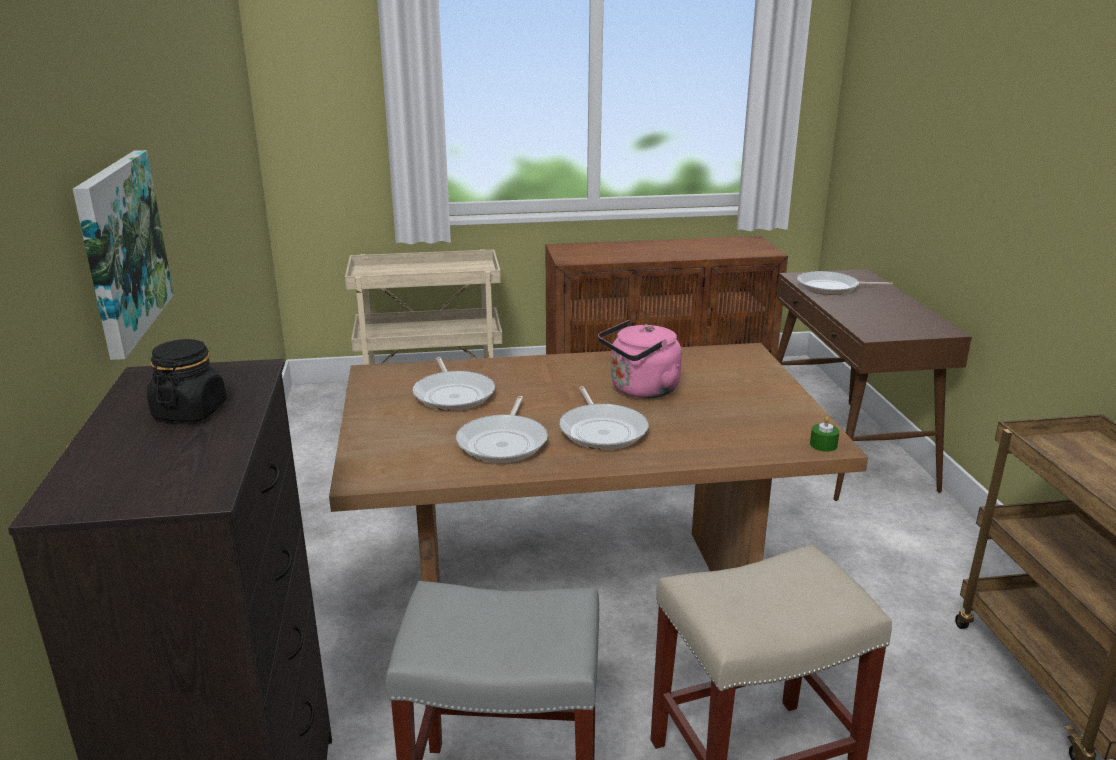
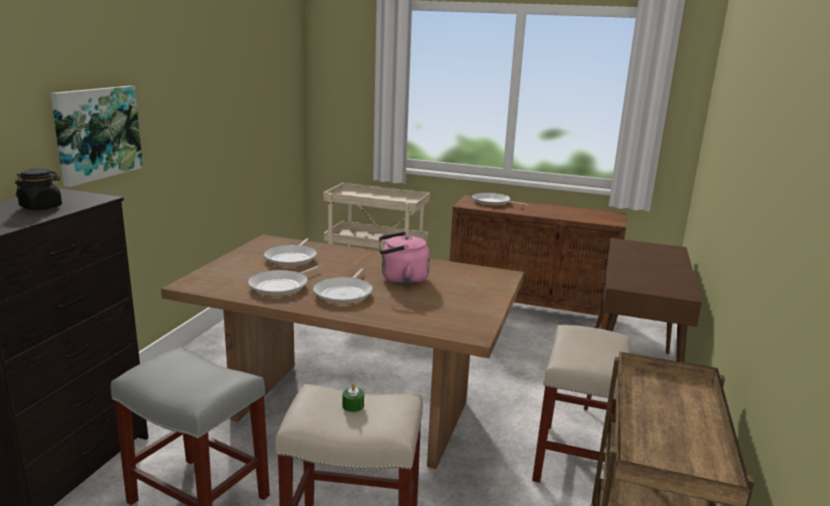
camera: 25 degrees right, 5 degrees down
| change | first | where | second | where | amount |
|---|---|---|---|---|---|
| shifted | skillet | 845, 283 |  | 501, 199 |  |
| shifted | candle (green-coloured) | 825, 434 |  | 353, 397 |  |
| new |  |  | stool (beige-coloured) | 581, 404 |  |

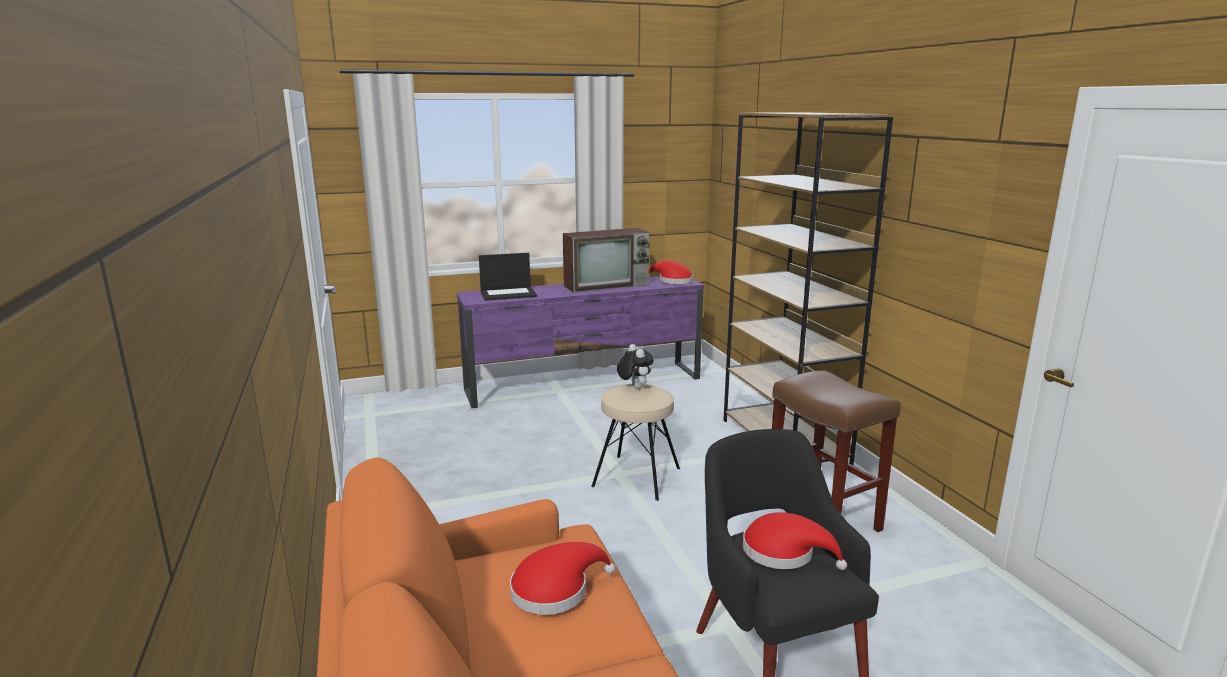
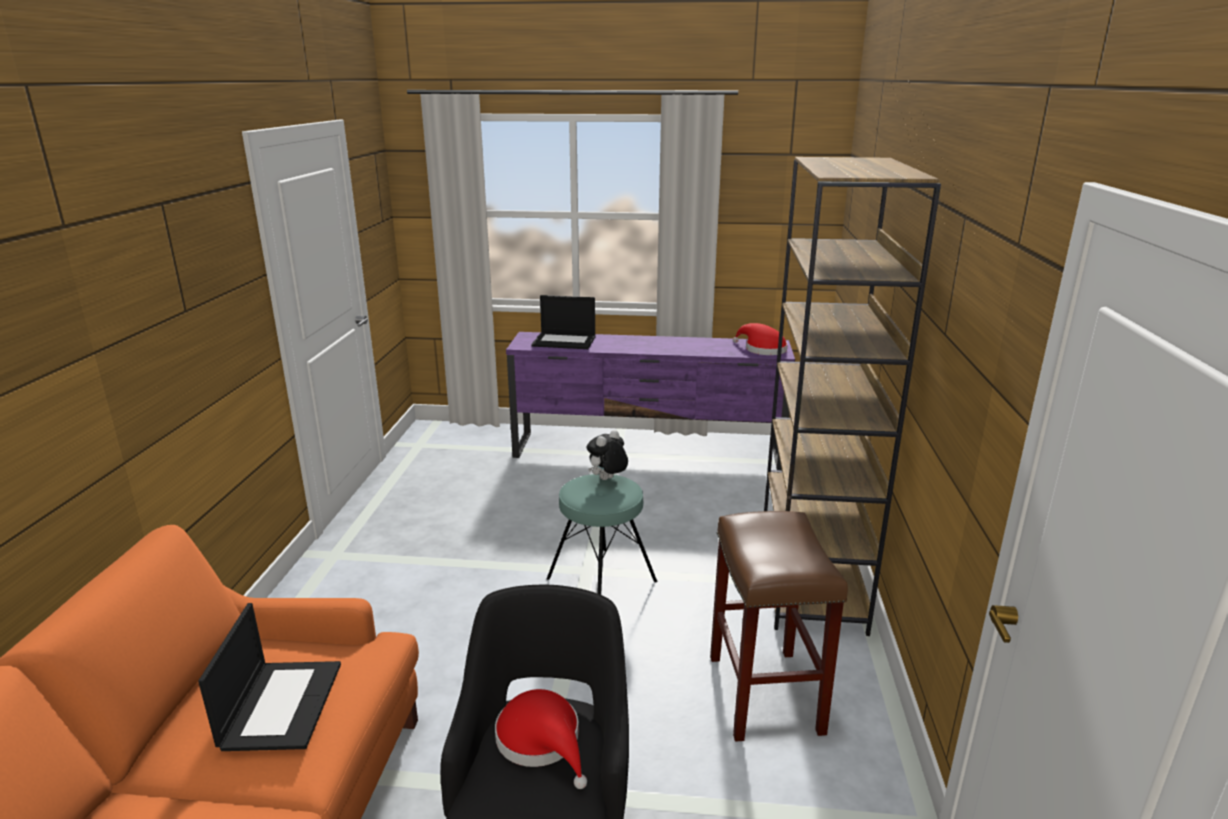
camera: 25 degrees right, 5 degrees up
| change | first | where | second | where | amount |
|---|---|---|---|---|---|
| gone | TV | 606, 260 |  |  |  |
| rotated | plush toy | 635, 366 |  | 607, 455 | 135 degrees counterclockwise |
| repainted | stool (beige-coloured) | 635, 442 | stool (turquoise-coloured) | 601, 534 |  |
| swapped | clothing hat (red) | 562, 578 | portable computer | 269, 677 |  |

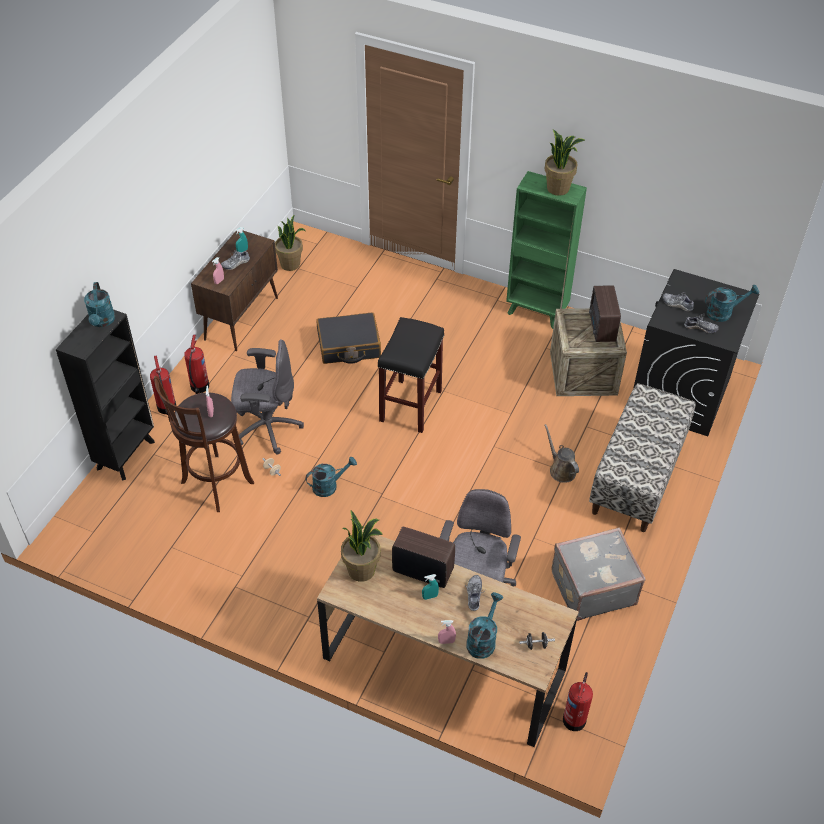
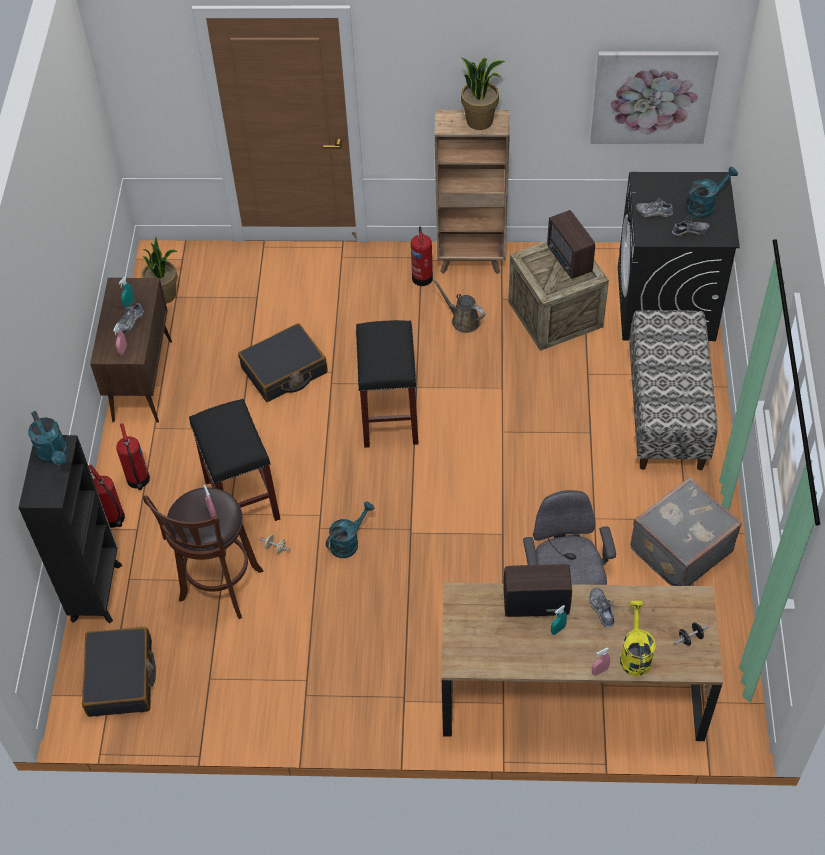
camera: 20 degrees left, 5 degrees up
| change | first | where | second | where | amount |
|---|---|---|---|---|---|
| repainted | bookshelf (green-coloured) | 546, 250 | bookshelf (brown-coloured) | 472, 192 |  |
| swapped | desk chair (greyish) | 267, 396 | stool (blackish) | 234, 460 |  |
| shifted | watering can (brown-coloured) | 562, 453 |  | 458, 305 |  |
| gone | plant in a pot | 362, 546 |  |  |  |
| repainted | watering can (turquoise-coloured) | 484, 625 | watering can (yellow-coloured) | 638, 638 |  |
| shifted | fire-fighting cylinder | 578, 701 |  | 422, 256 |  |
| new |  |  | wall art | 654, 97 |  |
| new |  |  | travel case (blackish) | 119, 672 |  |

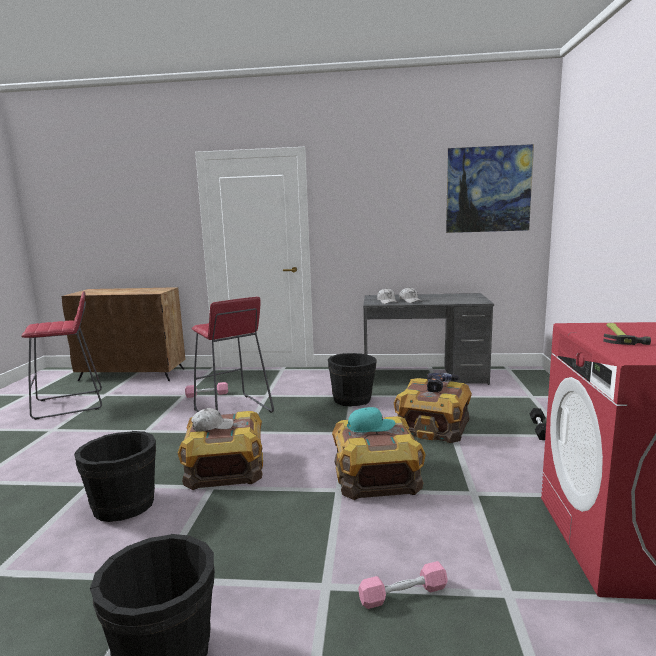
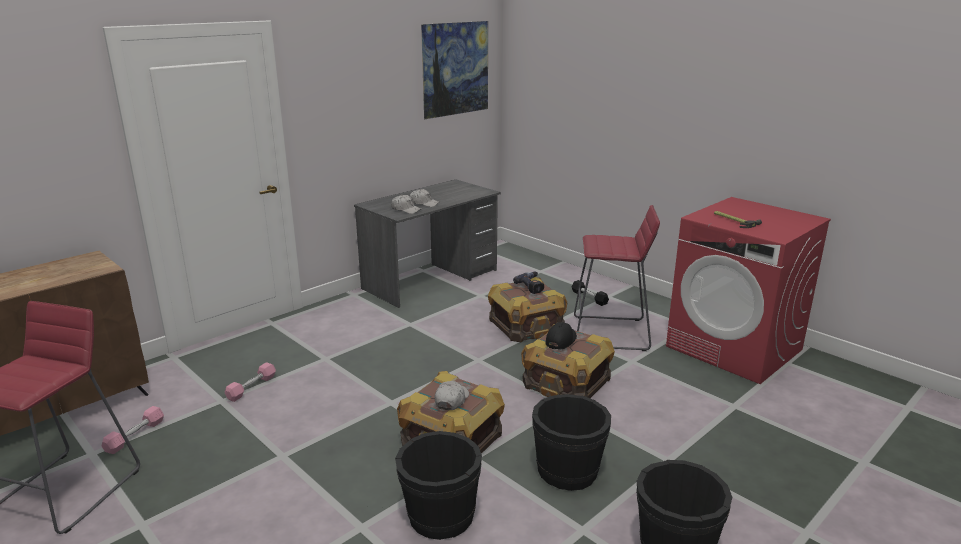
camera: 50 degrees left, 10 degrees up
| change | first | where | second | where | amount |
|---|---|---|---|---|---|
| shifted | stool (red) | 232, 355 |  | 617, 278 |  |
| shifted | water bucket (blackish) | 352, 379 |  | 571, 442 |  |
| repainted | cap (turquoise-coloured) | 371, 420 | cap (blackish) | 561, 336 |  |
| shifted | dumbbell (pink-coloured) | 403, 585 |  | 133, 430 |  |

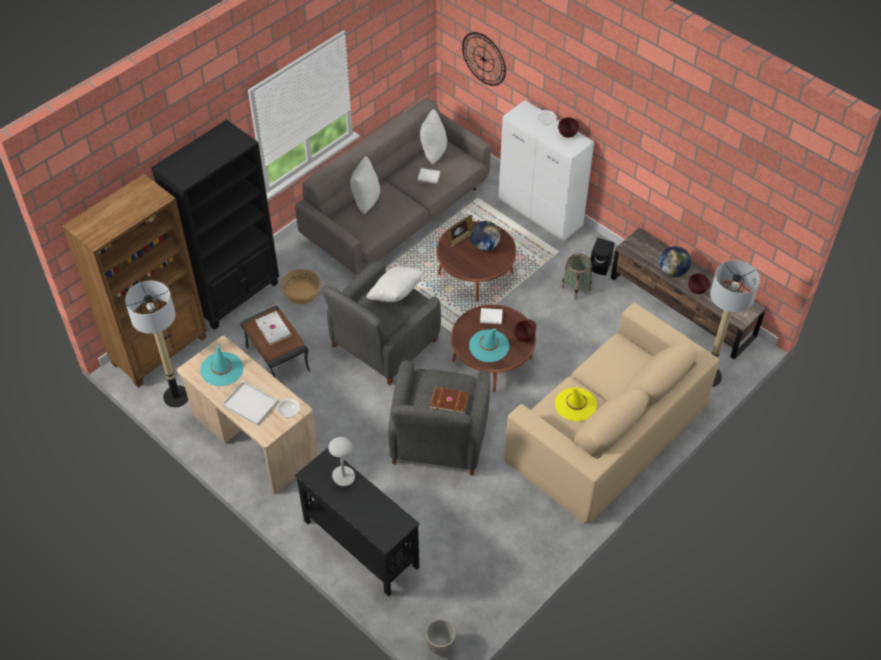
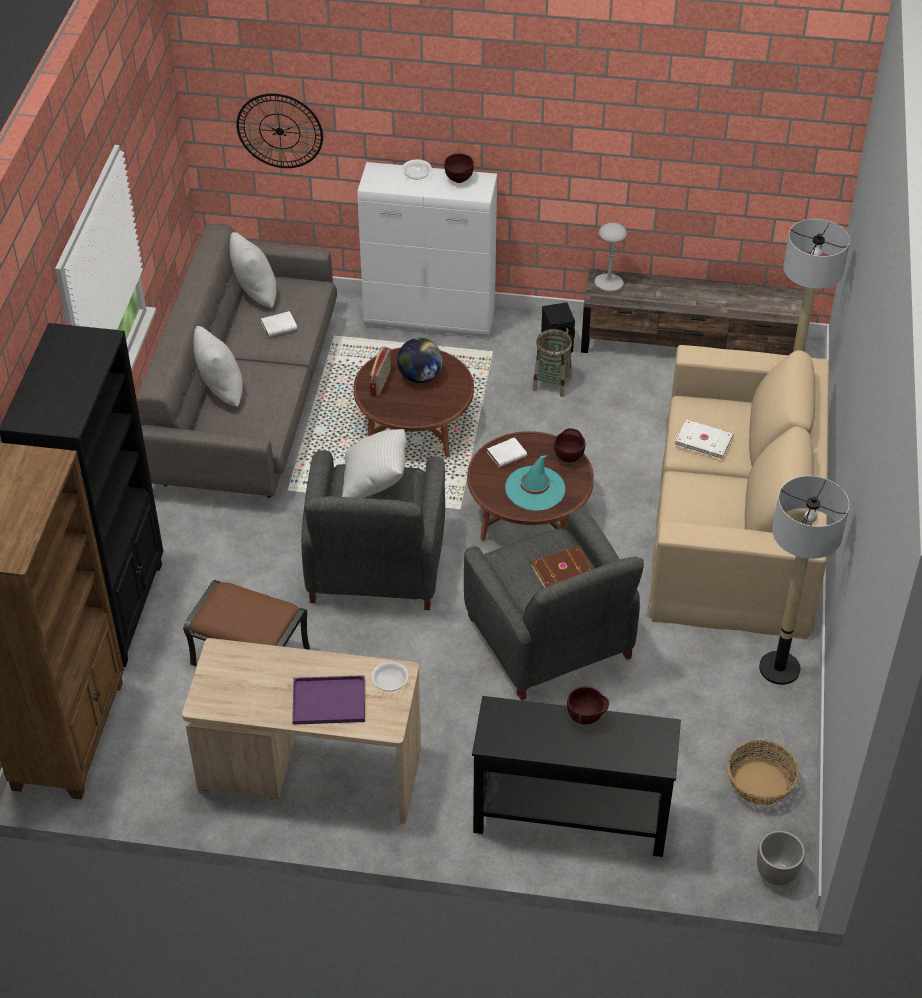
camera: 35 degrees left, 5 degrees down
| change | first | where | second | where | amount |
|---|---|---|---|---|---|
| swapped | standing frame | 460, 231 | radio receiver | 380, 372 |  |
| gone | world globe | 675, 261 |  |  |  |
| shifted | basket | 301, 286 |  | 763, 773 |  |
| shifted | serving bowl (brown-coloured) | 699, 283 |  | 588, 705 |  |
| shifted | floor lamp | 156, 344 |  | 804, 580 |  |
| shifted | book (whitish) | 273, 328 |  | 704, 439 |  |
| gone | clothing hat (turquoise-coloured) | 222, 365 |  |  |  |
| repainted | tray (whitish) | 250, 403 | tray (purple) | 328, 700 |  |
| gone | clothing hat (yellow-coloured) | 576, 404 |  |  |  |
| shifted | table lamp (greyish) | 341, 462 |  | 611, 257 |  |

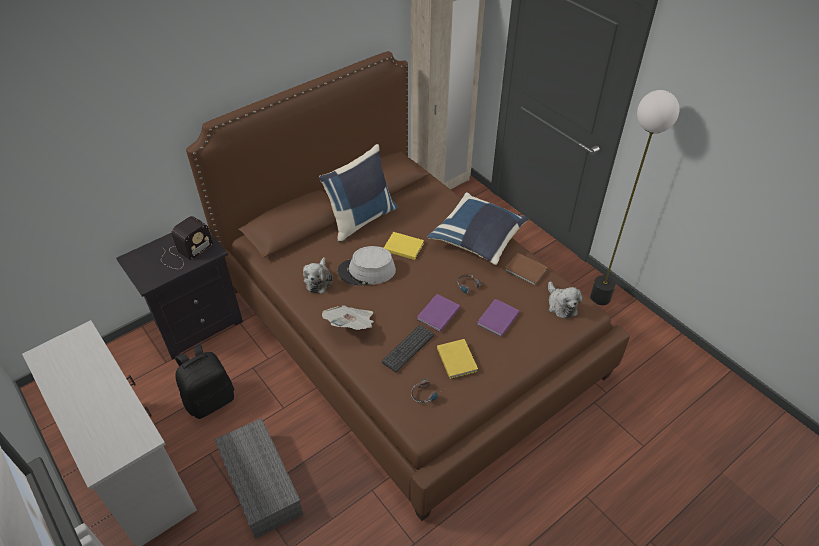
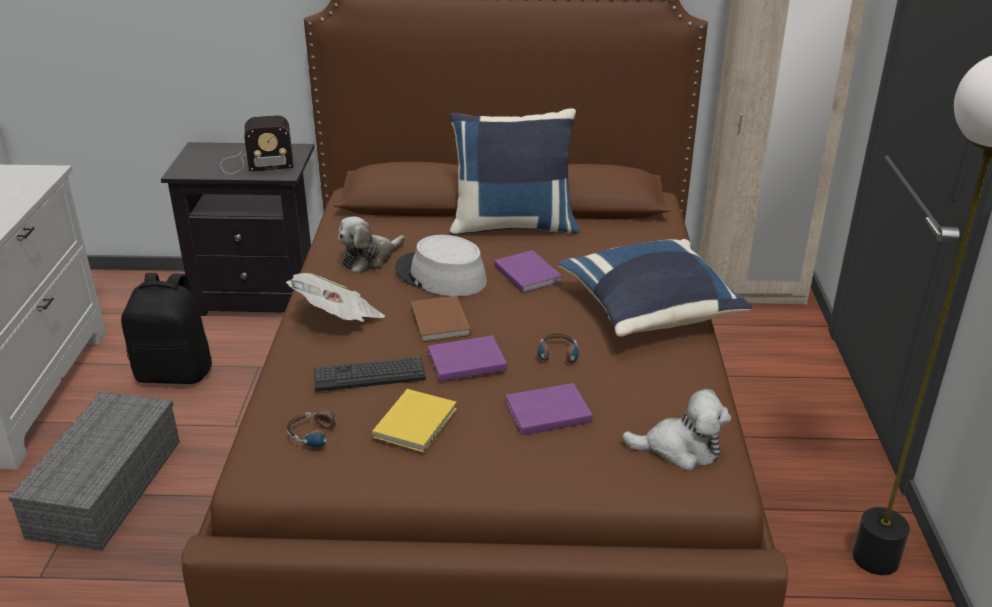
camera: 40 degrees right, 15 degrees down
| change | first | where | second | where | amount |
|---|---|---|---|---|---|
| repainted | book (yellow-coloured) | 404, 246 | book (purple) | 528, 271 |  |
| shifted | book (brown-coloured) | 526, 269 |  | 440, 319 |  |
| rotated | plush toy | 565, 300 |  | 676, 429 | 105 degrees counterclockwise |

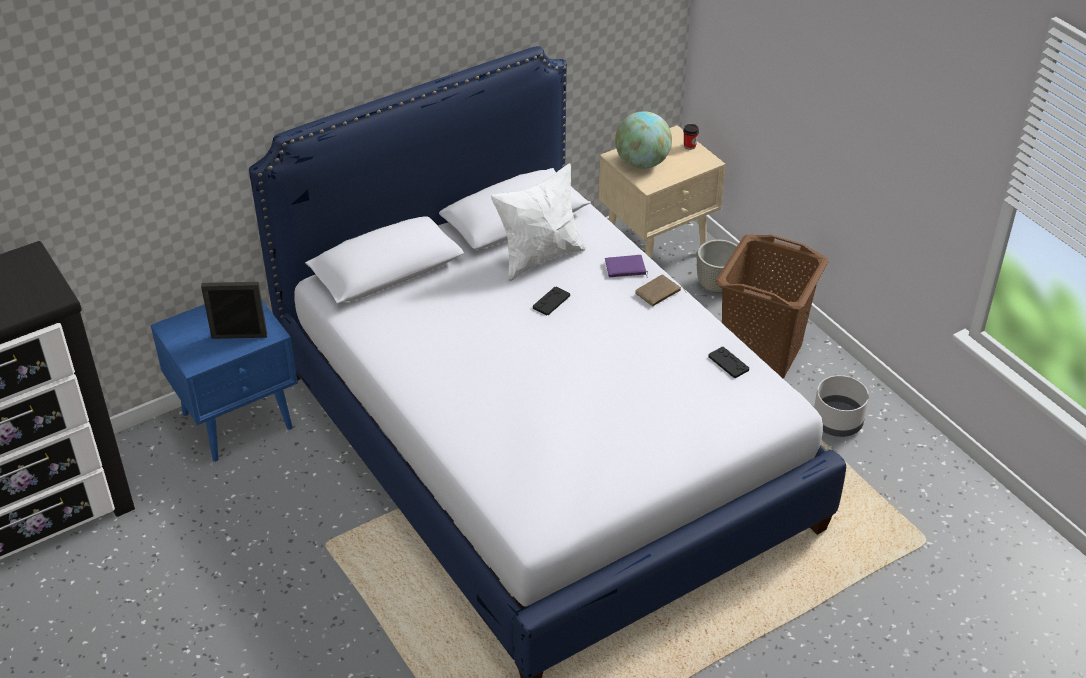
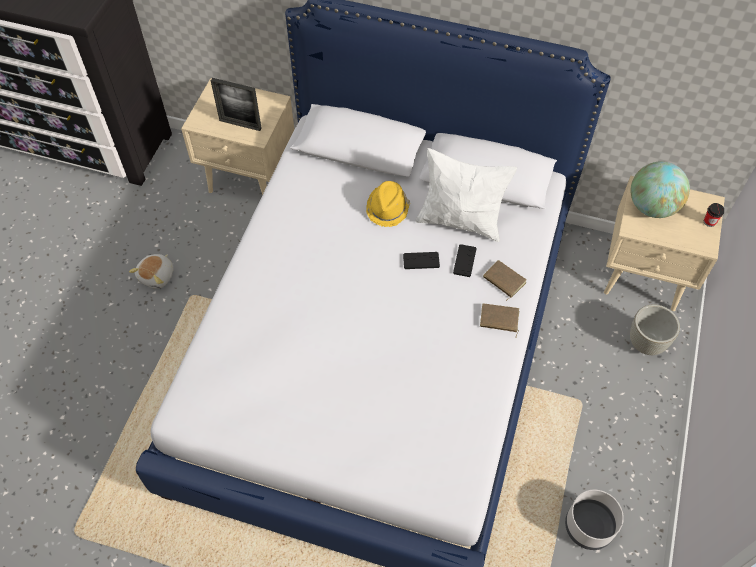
camera: 50 degrees right, 15 degrees up
| change | first | where | second | where | amount |
|---|---|---|---|---|---|
| gone | laundry basket (brown-coloured) | 772, 306 |  |  |  |
| repainted | book (purple) | 626, 266 | book (brown-coloured) | 504, 280 |  |
| rotated | standing frame | 234, 310 |  | 236, 104 | 150 degrees clockwise |
| repainted | night table (blue-coloured) | 224, 381 | night table (beige-coloured) | 237, 136 |  |
| shifted | game controller (blackish) | 728, 362 |  | 465, 260 |  |
| new |  |  | clothing hat (yellow-coloured) | 388, 204 |  |
| new |  |  | plush toy | 151, 271 |  |

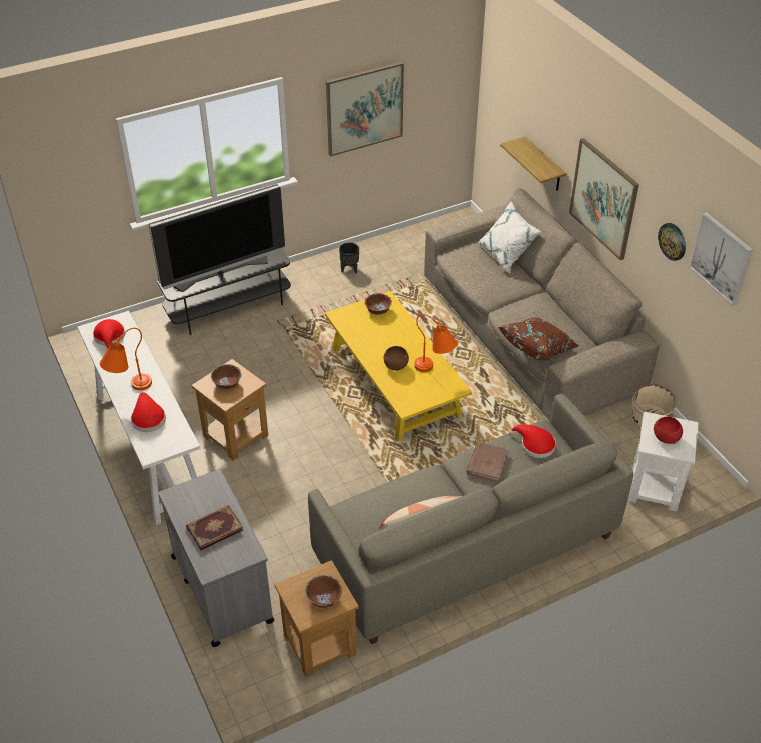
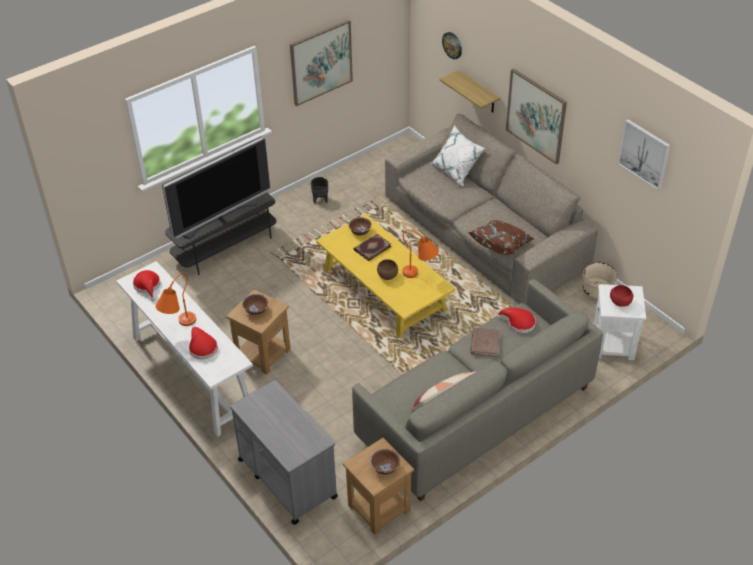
camera: 10 degrees left, 0 degrees up
| change | first | where | second | where | amount |
|---|---|---|---|---|---|
| shifted | hanging clock | 672, 242 |  | 452, 45 |  |
| shifted | book | 214, 527 |  | 372, 247 |  |

